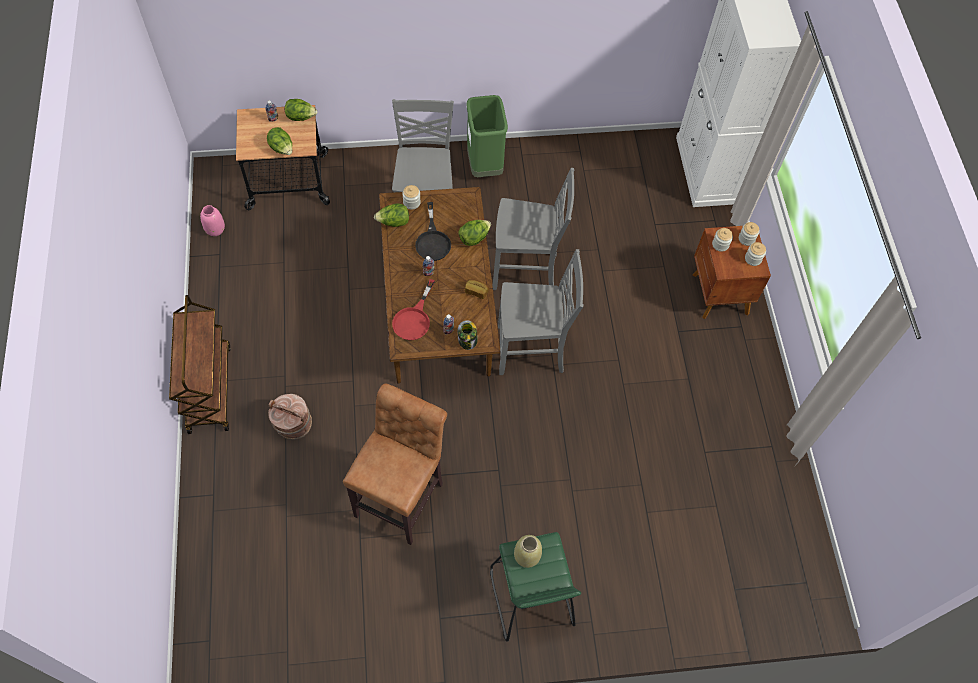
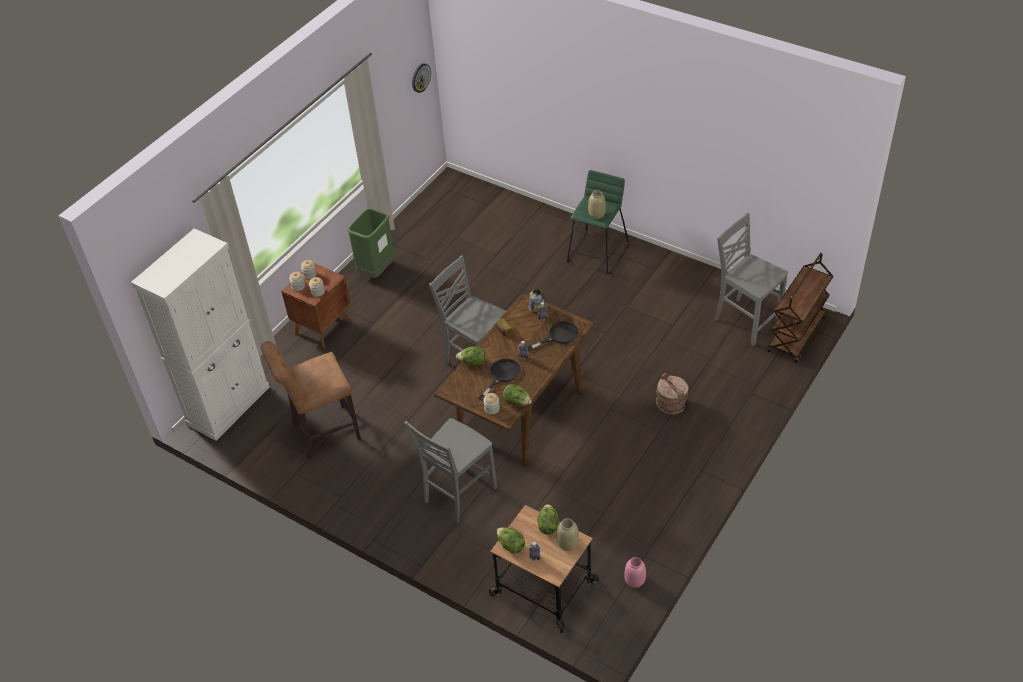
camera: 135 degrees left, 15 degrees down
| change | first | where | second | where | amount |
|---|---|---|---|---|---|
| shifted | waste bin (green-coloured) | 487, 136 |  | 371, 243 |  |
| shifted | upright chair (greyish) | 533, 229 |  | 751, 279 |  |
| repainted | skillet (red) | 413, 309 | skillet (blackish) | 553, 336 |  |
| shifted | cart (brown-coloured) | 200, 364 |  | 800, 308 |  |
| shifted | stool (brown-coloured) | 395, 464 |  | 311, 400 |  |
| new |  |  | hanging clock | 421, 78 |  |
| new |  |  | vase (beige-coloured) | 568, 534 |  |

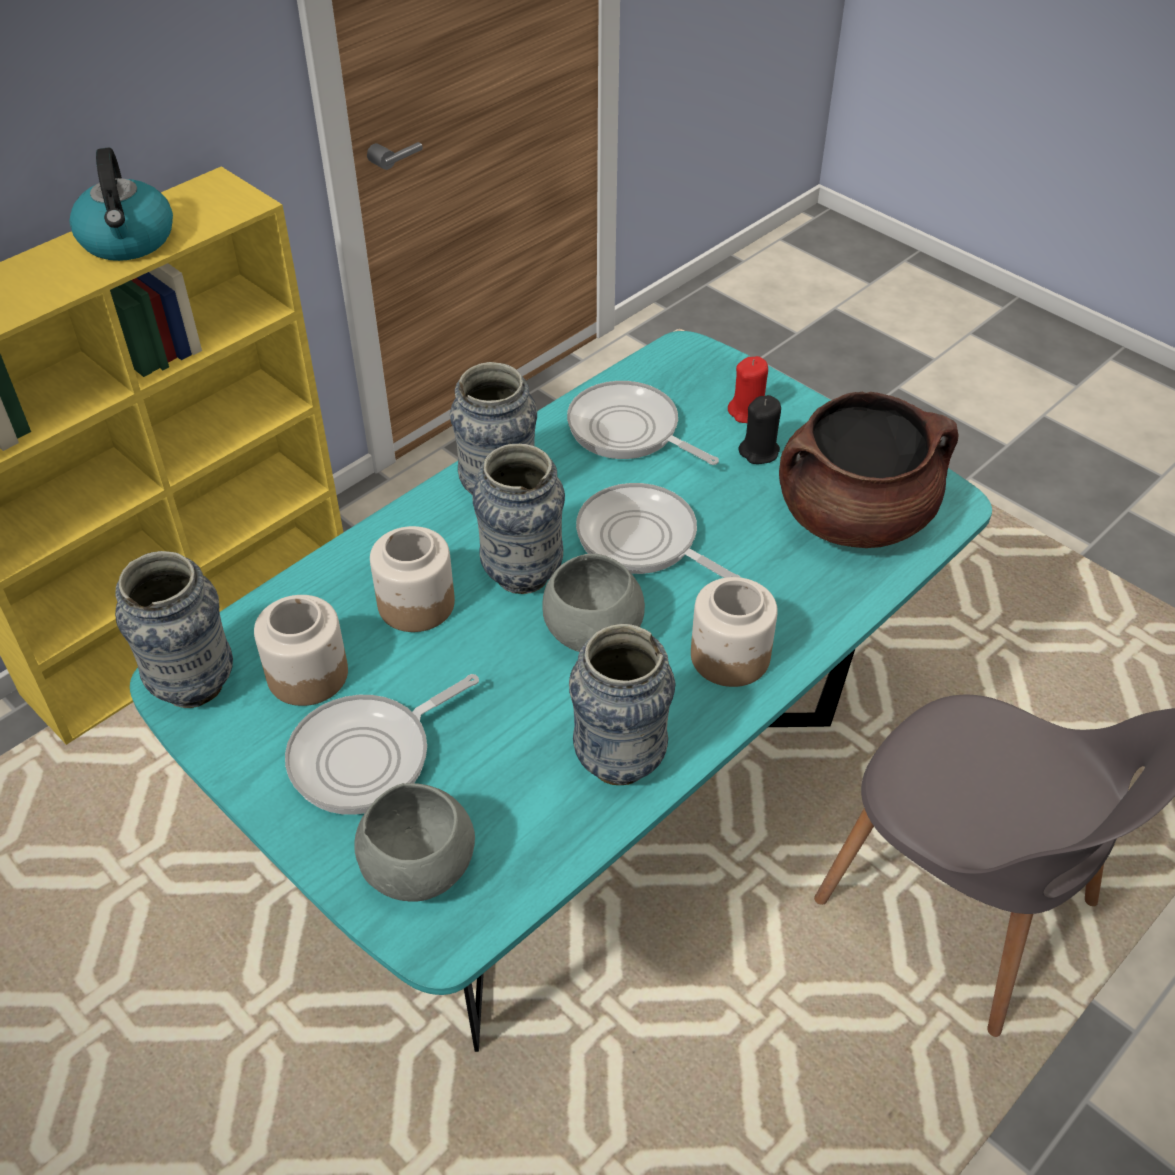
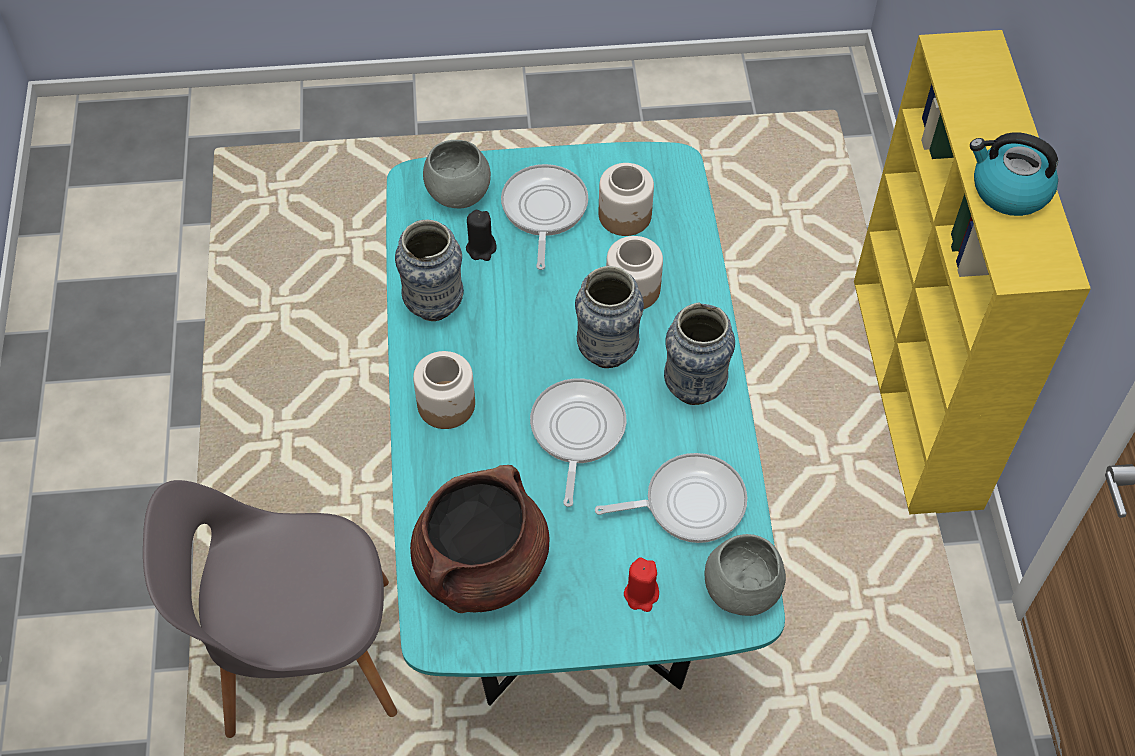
camera: 130 degrees right, 10 degrees up
| change | first | where | second | where | amount |
|---|---|---|---|---|---|
| shifted | candle (blackish) | 759, 429 |  | 481, 235 |  |
| rotated | skillet | 658, 530 |  | 578, 443 | 75 degrees counterclockwise |
| gone | vase | 174, 629 |  |  |  |
| shifted | serving bowl (greyish) | 593, 603 |  | 745, 575 |  |

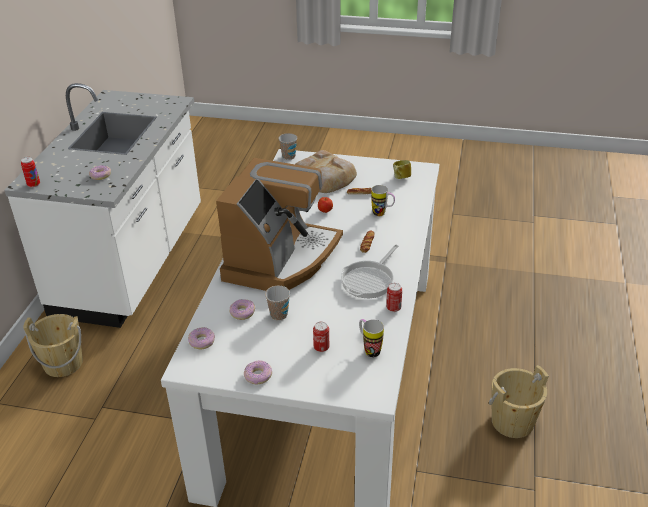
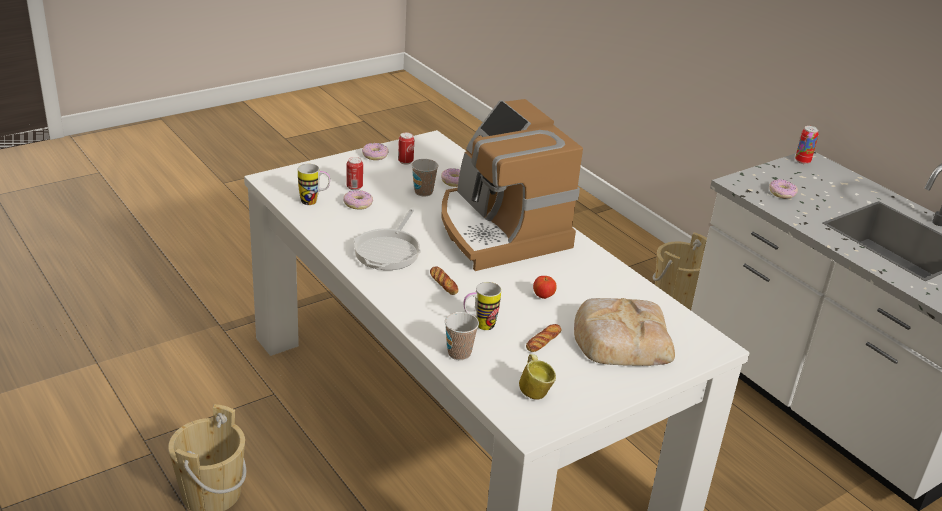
camera: 130 degrees right, 5 degrees down
| change | first | where | second | where | amount |
|---|---|---|---|---|---|
| shifted | cup | 287, 146 |  | 462, 336 |  |
| rotated | skillet | 369, 271 |  | 387, 239 | 150 degrees counterclockwise |
| shifted | can | 394, 297 |  | 406, 148 |  |
| shifted | doughnut | 201, 338 |  | 358, 200 |  |

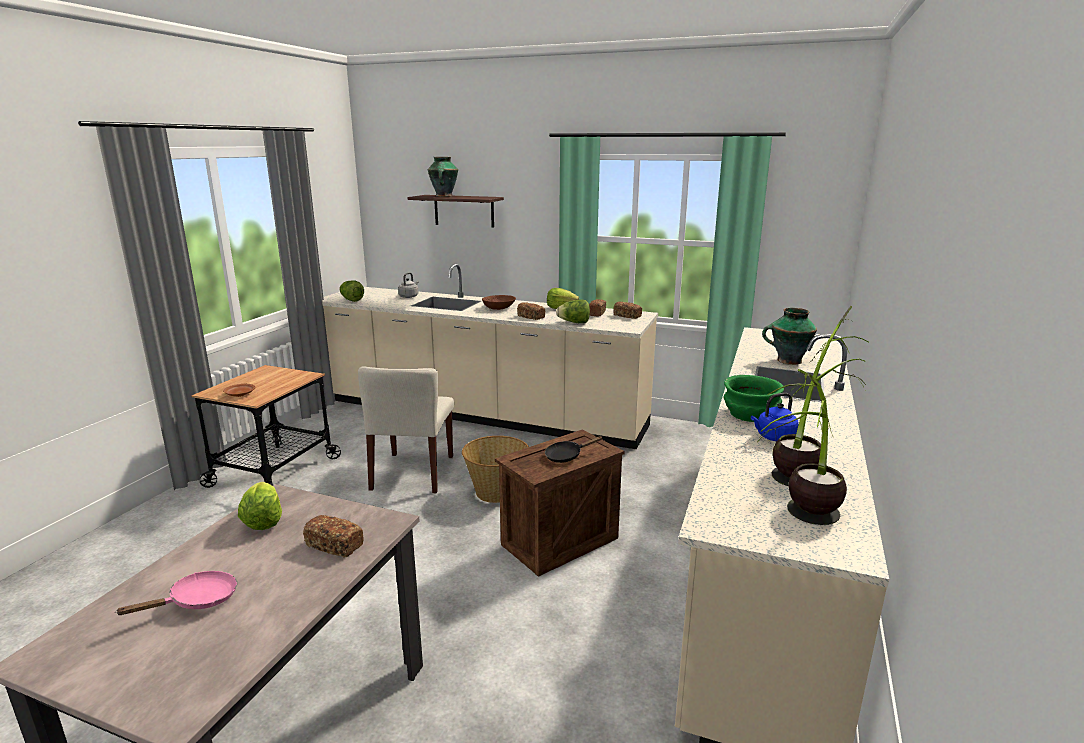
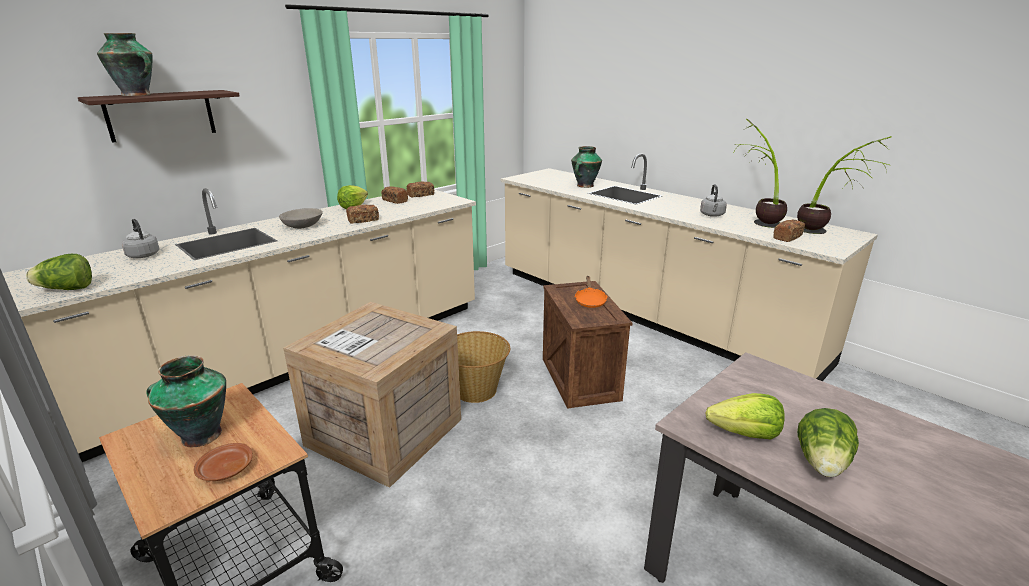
camera: 65 degrees left, 5 degrees up
| change | first | where | second | where | amount |
|---|---|---|---|---|---|
| repainted | serving bowl (brown-coloured) | 499, 302 | serving bowl (greyish) | 301, 218 |  |
| shifted | lettuce head | 573, 311 |  | 828, 442 |  |
| swapped | upright chair (beige-coloured) | 406, 429 | shipping crate | 372, 395 |  |
| gone | serving bowl (green-coloured) | 753, 398 |  |  |  |
| repainted | tea kettle (blue-coloured) | 775, 417 | tea kettle (greyish) | 713, 200 |  |
| repainted | skillet (blackish) | 574, 449 | skillet (orange-coloured) | 590, 292 |  |
| shifted | bread | 333, 536 |  | 789, 230 |  |
| gone | skillet (pink-coloured) | 176, 593 |  |  |  |
| new |  |  | vase | 186, 401 |  |

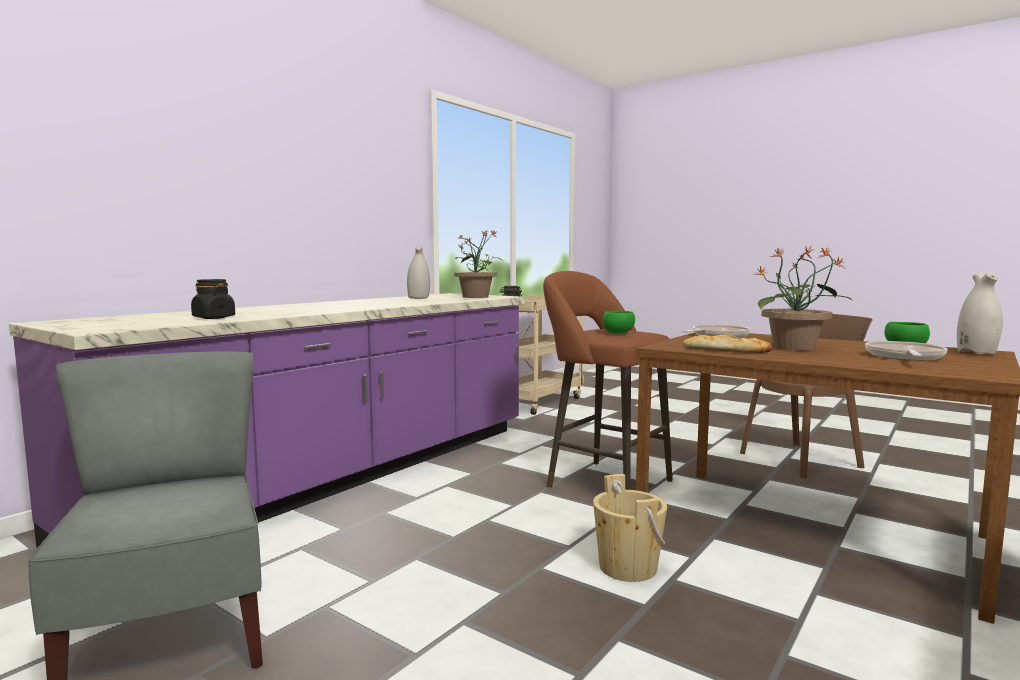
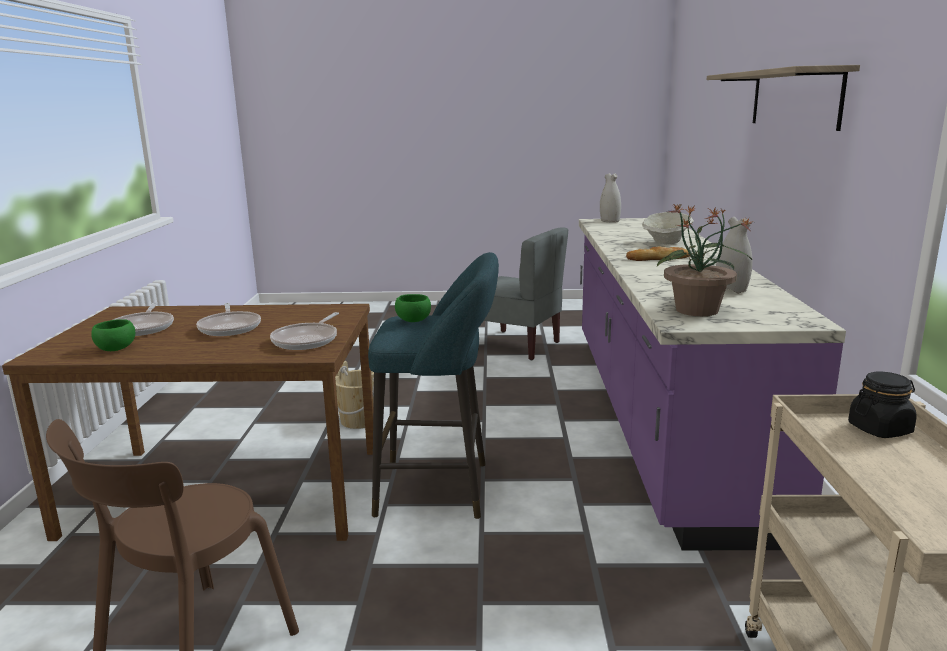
camera: 145 degrees right, 10 degrees up
| change | first | where | second | where | amount |
|---|---|---|---|---|---|
| swapped | plant in a pot | 804, 298 | skillet | 228, 319 |  |
| repainted | stool (brown-coloured) | 608, 380 | stool (turquoise-coloured) | 433, 385 |  |
| shifted | vase (whitish) | 980, 313 |  | 610, 198 |  |
| gone | preserve jar (blackish) | 213, 299 |  |  |  |
| shifted | bread | 727, 343 |  | 658, 253 |  |
| new |  |  | shelf | 783, 98 |  |
| new |  |  | serving bowl (beige-coloured) | 668, 228 |  |

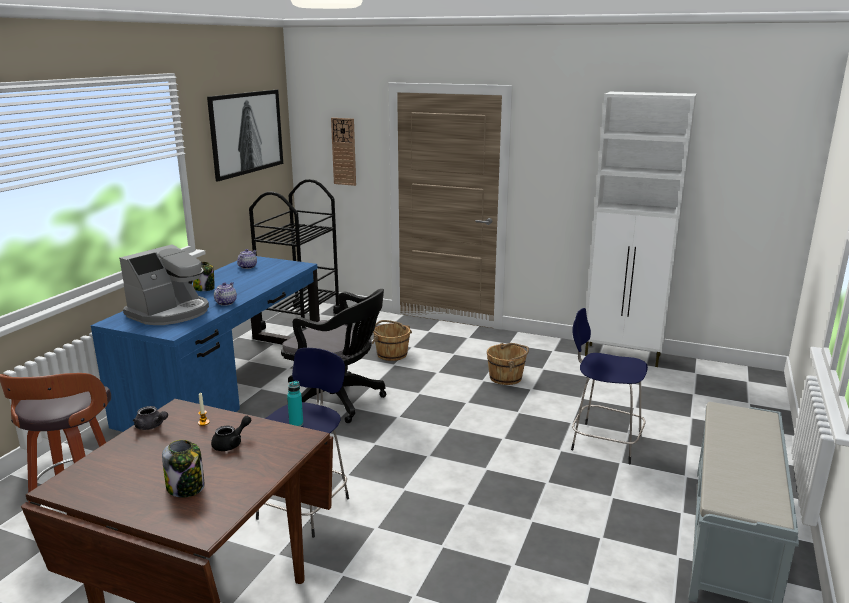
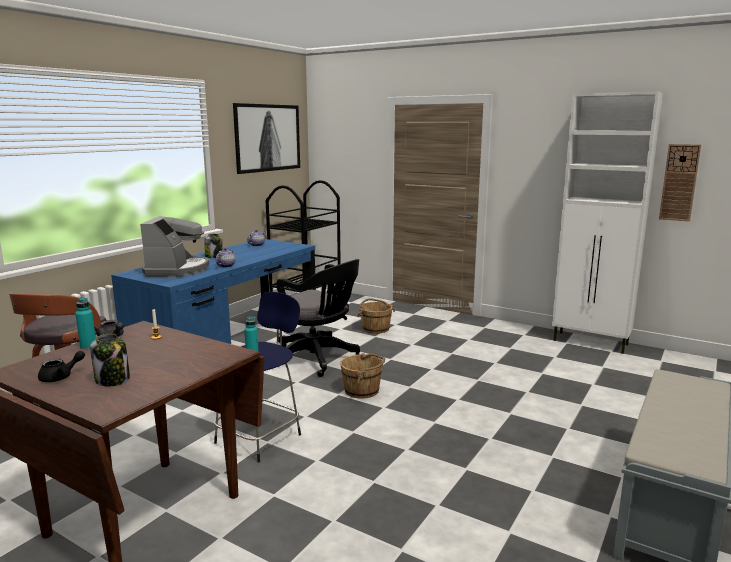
camera: 10 degrees right, 5 degrees down
| change | first | where | second | where | amount |
|---|---|---|---|---|---|
| shifted | hanging clock | 343, 152 |  | 680, 183 |  |
| rotated | coffee maker | 164, 284 |  | 174, 246 | 45 degrees counterclockwise |
| gone | stool (blue-coloured) | 609, 386 |  |  |  |
| shifted | water bucket (brown-coloured) | 508, 364 |  | 362, 375 |  |
| shifted | pot for tea (blackish) | 231, 433 |  | 61, 366 |  |
| new |  |  | bottle (turquoise-coloured) | 85, 323 |  |

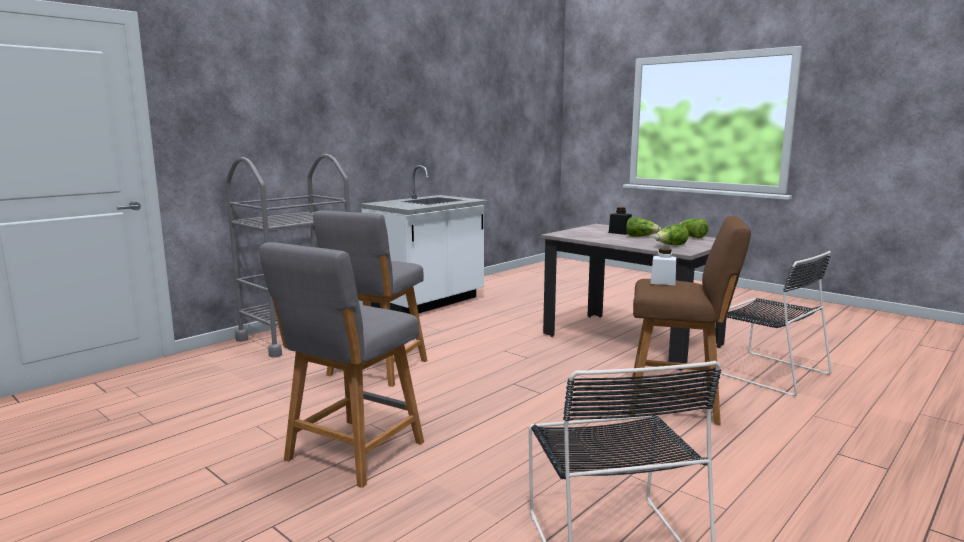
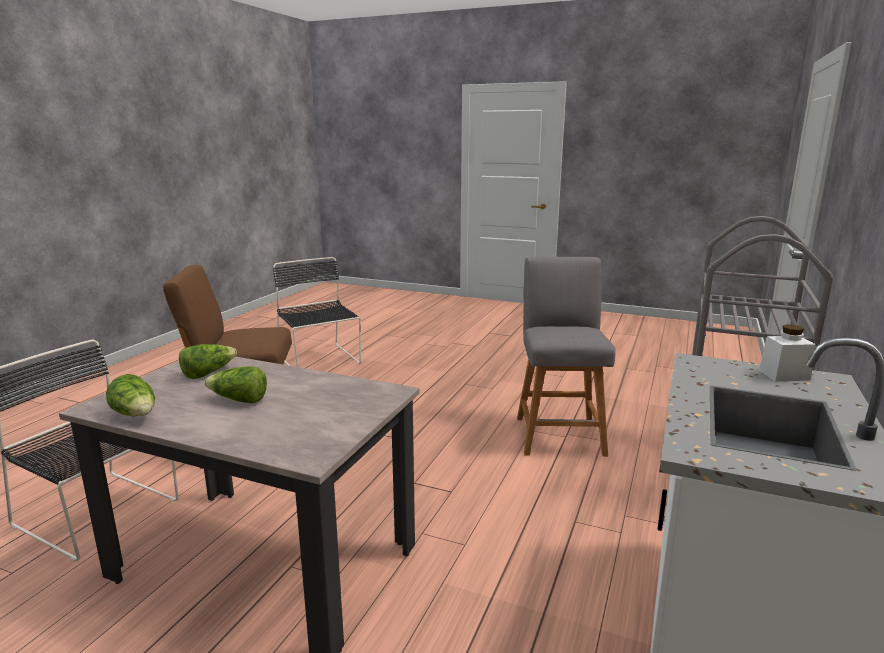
camera: 160 degrees right, 5 degrees up
| change | first | where | second | where | amount |
|---|---|---|---|---|---|
| gone | preserve jar (blackish) | 620, 221 |  |  |  |
| gone | stool (greyish) | 341, 365 |  |  |  |
| shifted | preserve jar (whitish) | 663, 267 |  | 787, 352 |  |

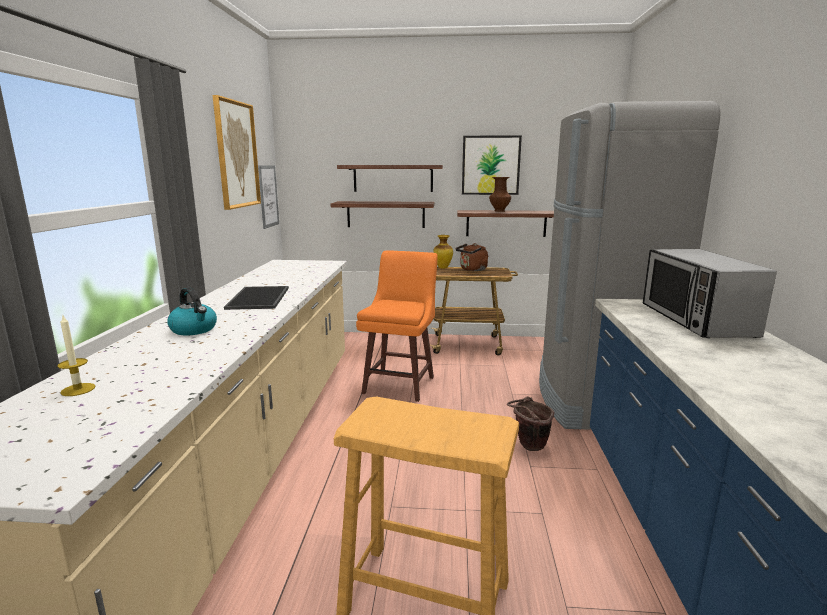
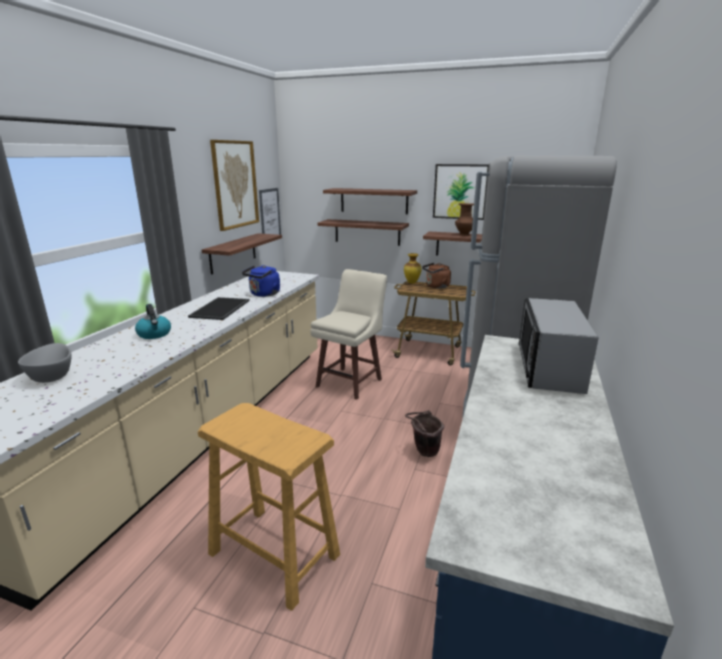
camera: 15 degrees right, 5 degrees up
| change | first | where | second | where | amount |
|---|---|---|---|---|---|
| repainted | stool (orange-coloured) | 396, 326 | stool (beige-coloured) | 348, 334 |  |
| swapped | candle | 76, 356 | serving bowl (greyish) | 45, 363 |  |
| new |  |  | shelf | 242, 253 |  |
| new |  |  | tea kettle (blue-coloured) | 261, 281 |  |

